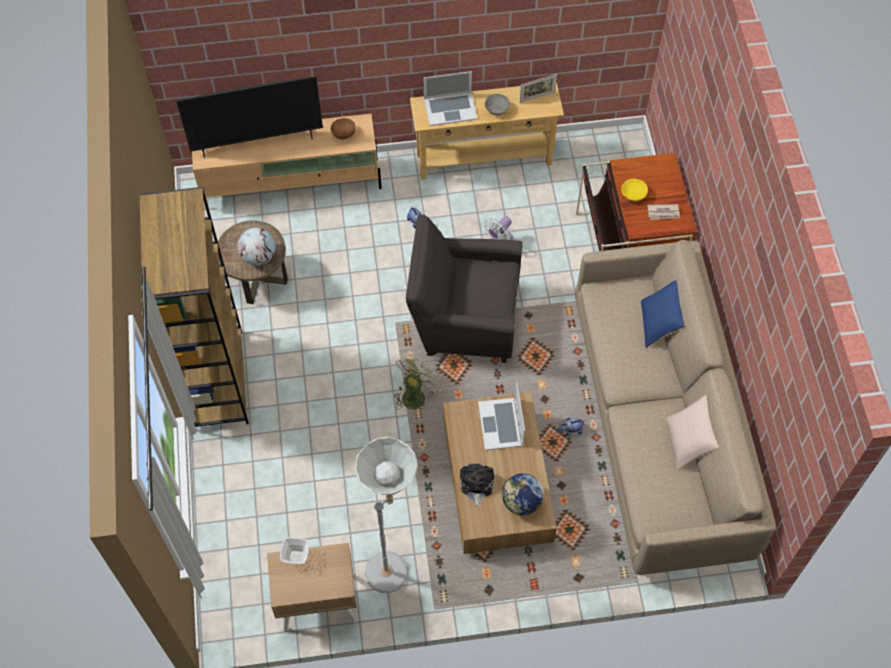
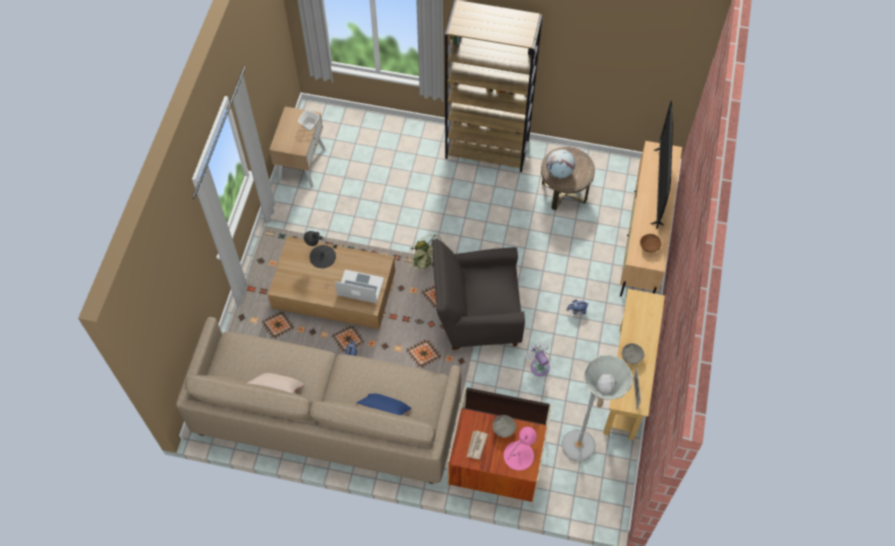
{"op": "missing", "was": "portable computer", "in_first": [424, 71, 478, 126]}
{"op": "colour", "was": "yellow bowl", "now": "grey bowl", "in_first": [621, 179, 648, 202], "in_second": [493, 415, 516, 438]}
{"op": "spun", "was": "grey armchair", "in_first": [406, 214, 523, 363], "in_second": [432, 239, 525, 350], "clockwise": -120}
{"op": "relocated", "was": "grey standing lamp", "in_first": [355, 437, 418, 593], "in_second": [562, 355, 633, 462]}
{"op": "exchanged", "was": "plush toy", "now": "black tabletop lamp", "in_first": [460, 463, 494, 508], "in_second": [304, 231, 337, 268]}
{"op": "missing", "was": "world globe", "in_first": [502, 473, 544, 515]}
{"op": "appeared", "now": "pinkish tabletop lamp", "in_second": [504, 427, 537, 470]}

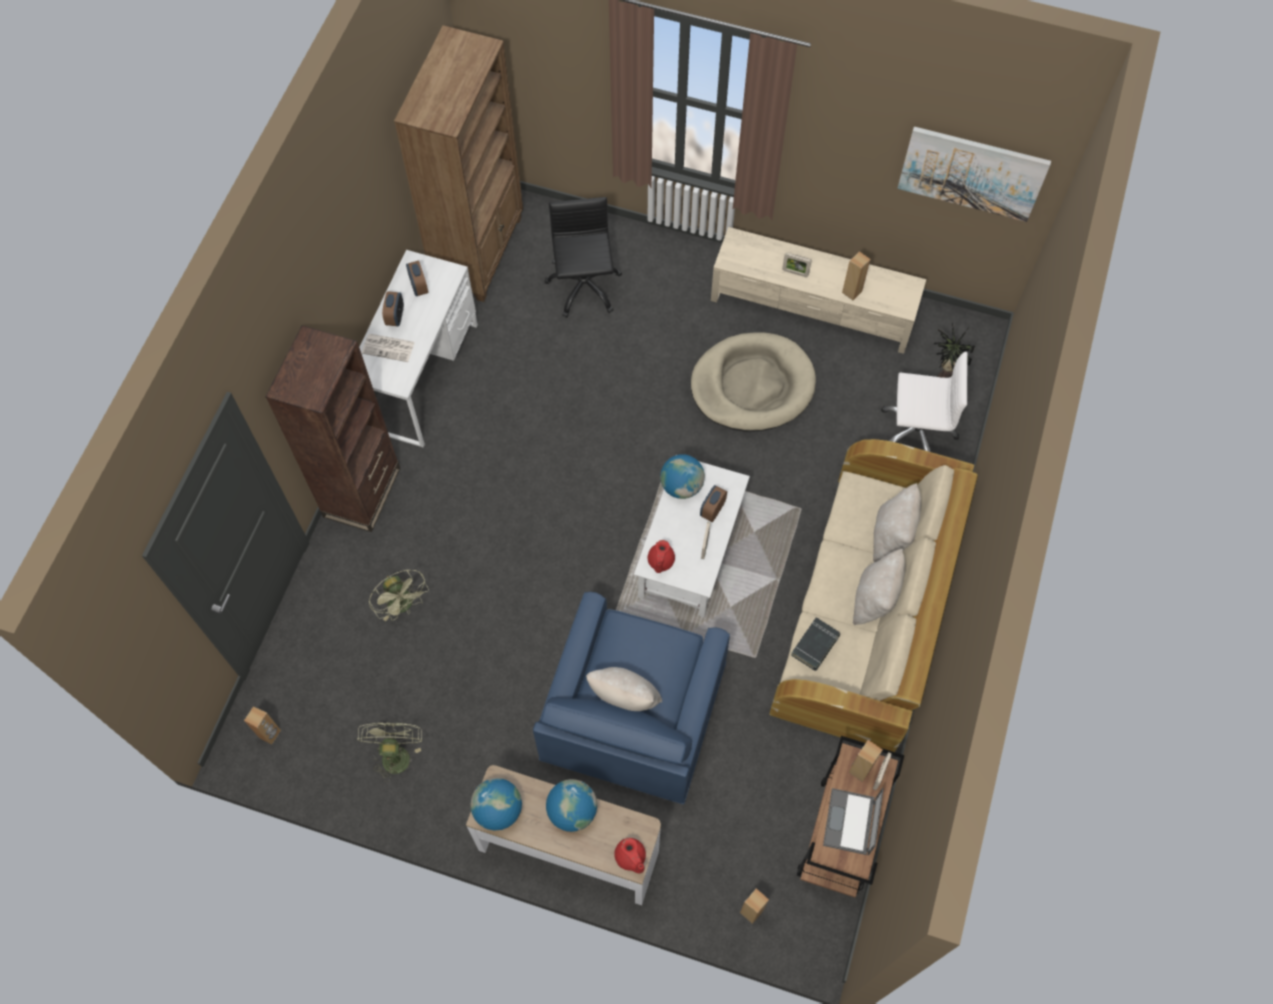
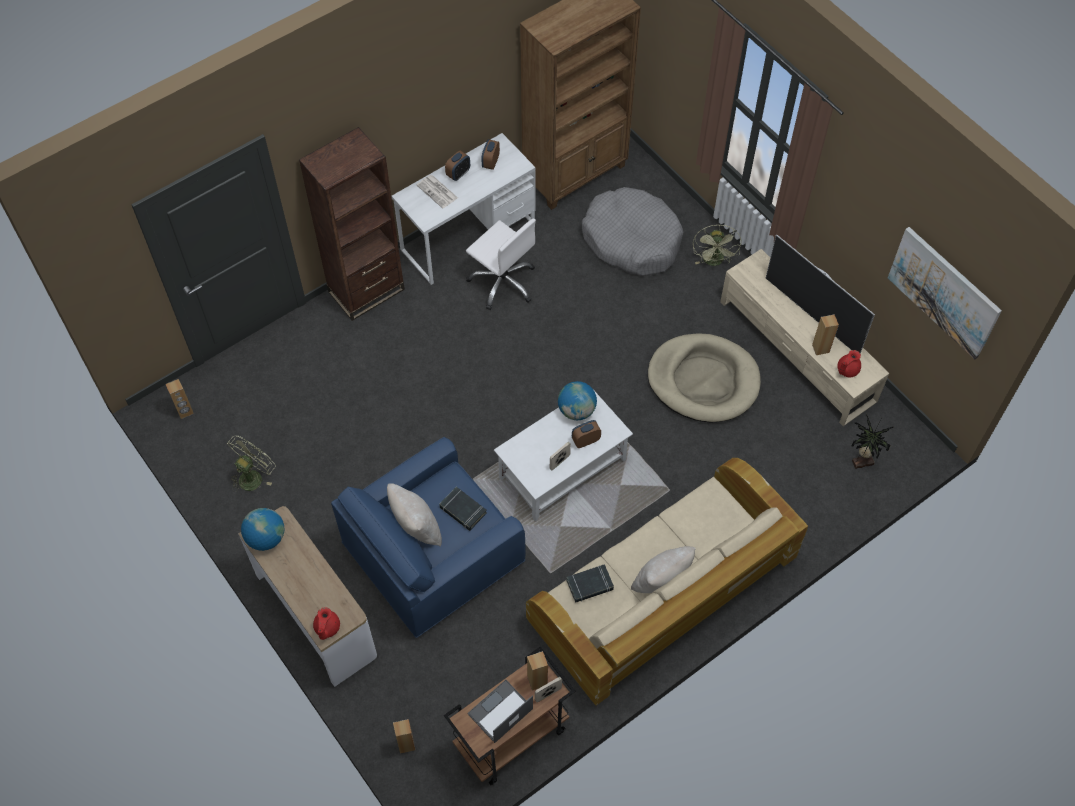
{"op": "exchanged", "was": "black desk chair", "now": "grey dog cushion", "in_first": [544, 197, 622, 318], "in_second": [582, 187, 683, 276]}
{"op": "missing", "was": "picture frame", "in_first": [782, 253, 811, 277]}
{"op": "relocated", "was": "white desk chair", "in_first": [881, 352, 968, 452], "in_second": [466, 219, 536, 310]}
{"op": "missing", "was": "sand-coloured cushion", "in_first": [873, 483, 921, 562]}
{"op": "relocated", "was": "reddish pot for tea", "in_first": [648, 540, 675, 573], "in_second": [837, 350, 861, 377]}
{"op": "relocated", "was": "green fan", "in_first": [369, 569, 429, 621], "in_second": [693, 224, 741, 266]}
{"op": "missing", "was": "world globe", "in_first": [546, 779, 597, 832]}
{"op": "appeared", "now": "television", "in_second": [766, 235, 875, 354]}
{"op": "appeared", "now": "black volume", "in_second": [439, 487, 487, 531]}

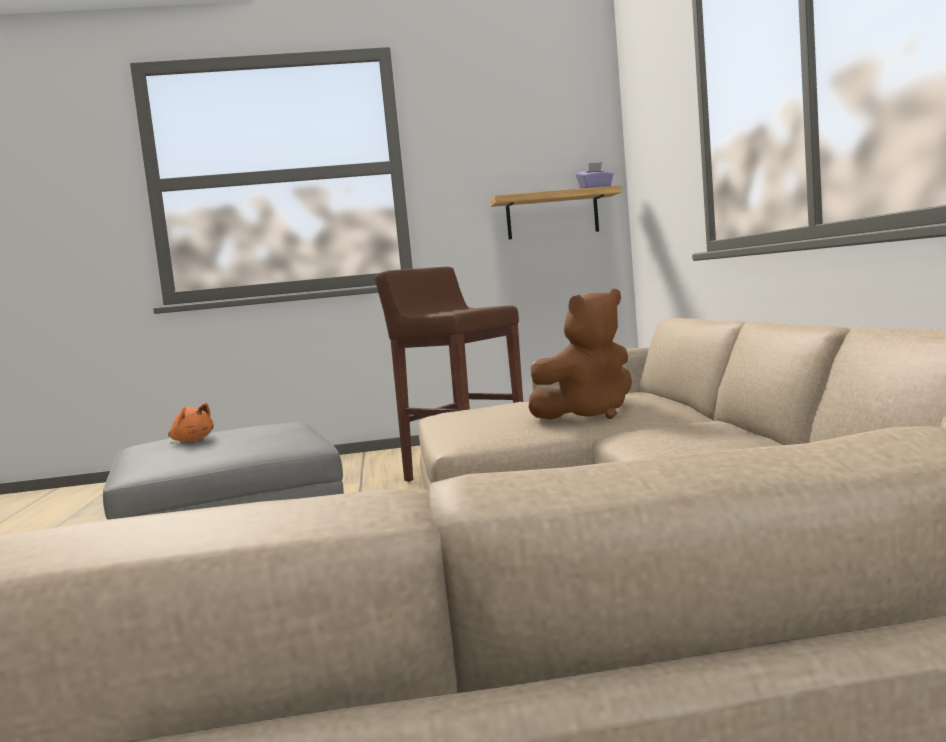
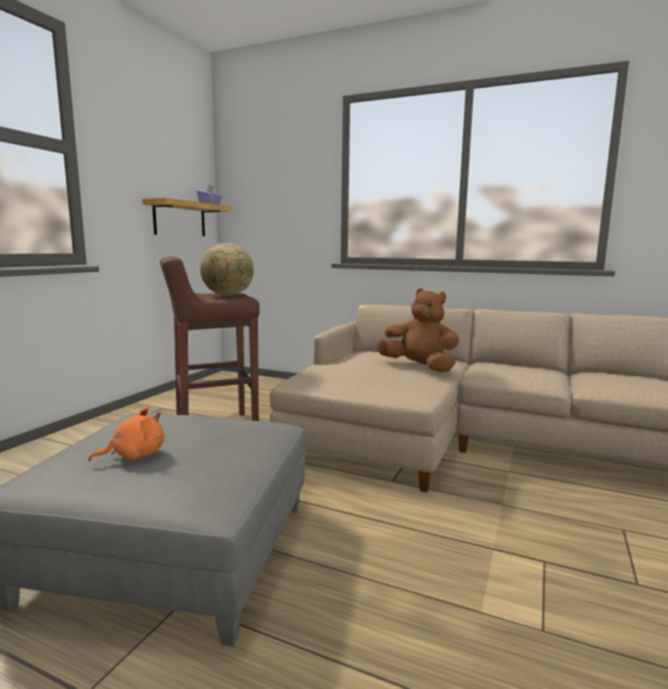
{"op": "spun", "was": "brown plush toy", "in_first": [529, 289, 632, 420], "in_second": [377, 288, 459, 372], "clockwise": -60}
{"op": "appeared", "now": "world globe", "in_second": [200, 243, 254, 296]}

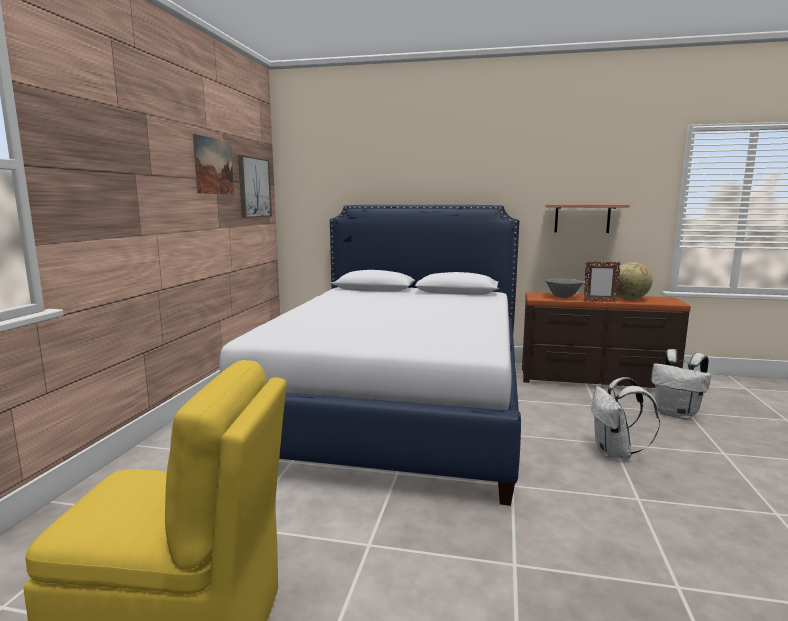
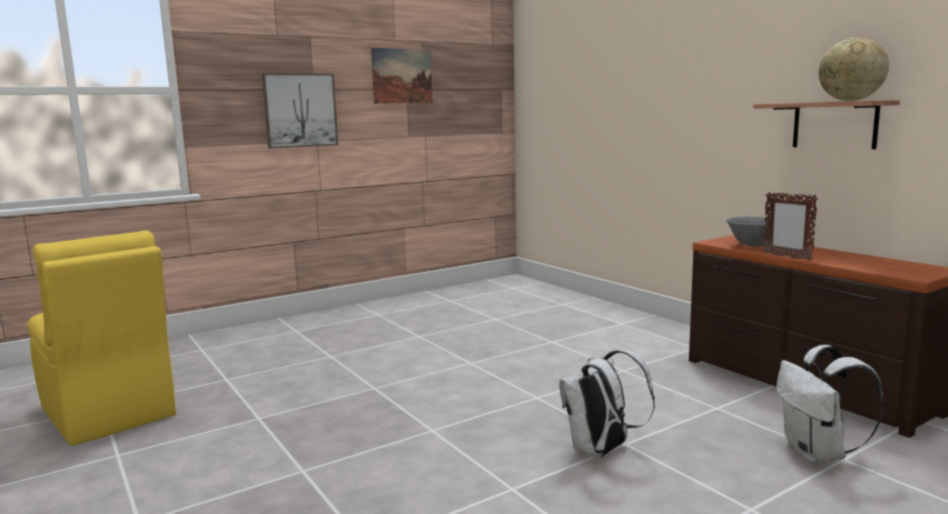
{"op": "relocated", "was": "picture", "in_first": [238, 155, 272, 218], "in_second": [262, 73, 338, 148]}
{"op": "missing", "was": "bedroom bed", "in_first": [219, 205, 521, 506]}
{"op": "relocated", "was": "world globe", "in_first": [614, 262, 653, 300], "in_second": [819, 37, 889, 101]}

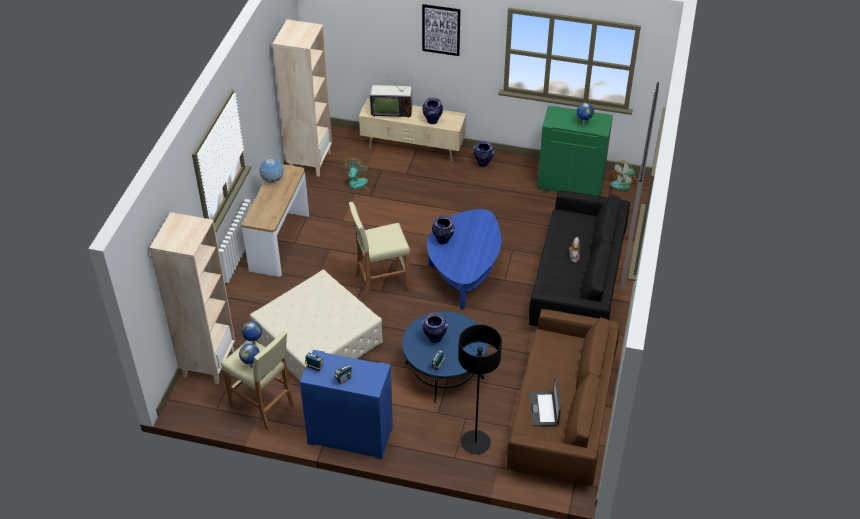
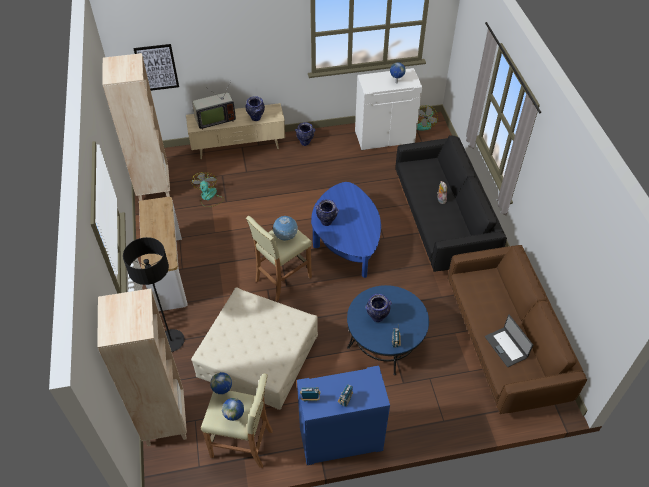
{"op": "relocated", "was": "picture", "in_first": [422, 4, 460, 56], "in_second": [133, 44, 179, 91]}
{"op": "colour", "was": "green cupboard", "now": "white cupboard", "in_first": [537, 105, 613, 196], "in_second": [355, 68, 422, 150]}
{"op": "relocated", "was": "world globe", "in_first": [260, 158, 284, 182], "in_second": [273, 216, 298, 241]}
{"op": "relocated", "was": "black standing lamp", "in_first": [458, 325, 502, 454], "in_second": [123, 237, 185, 352]}

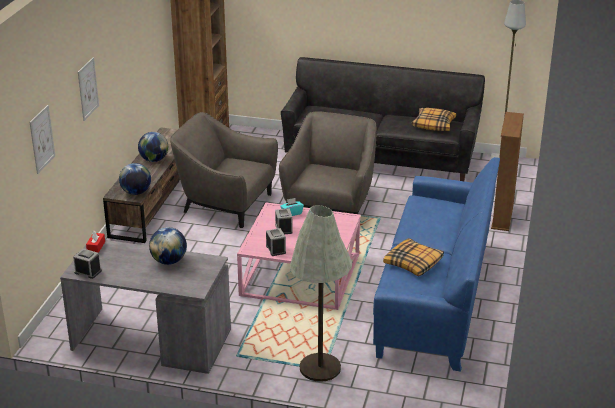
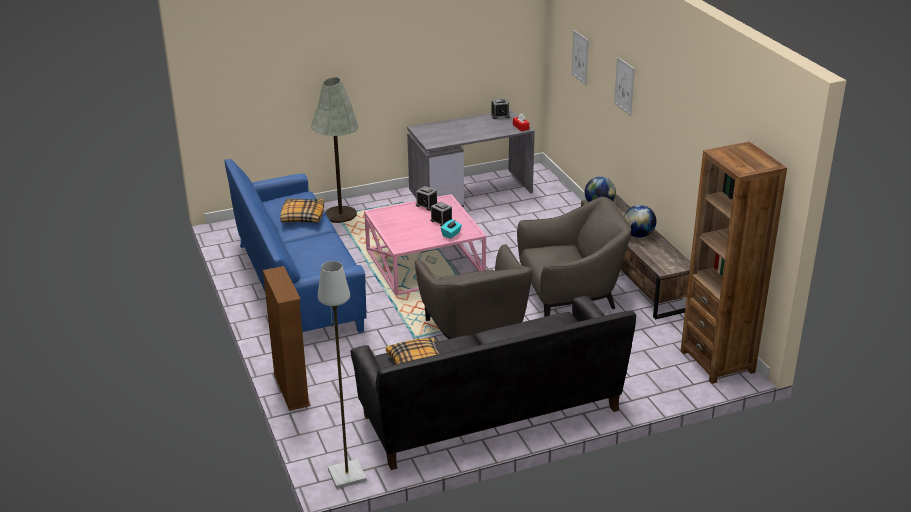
{"op": "missing", "was": "world globe", "in_first": [149, 227, 187, 265]}

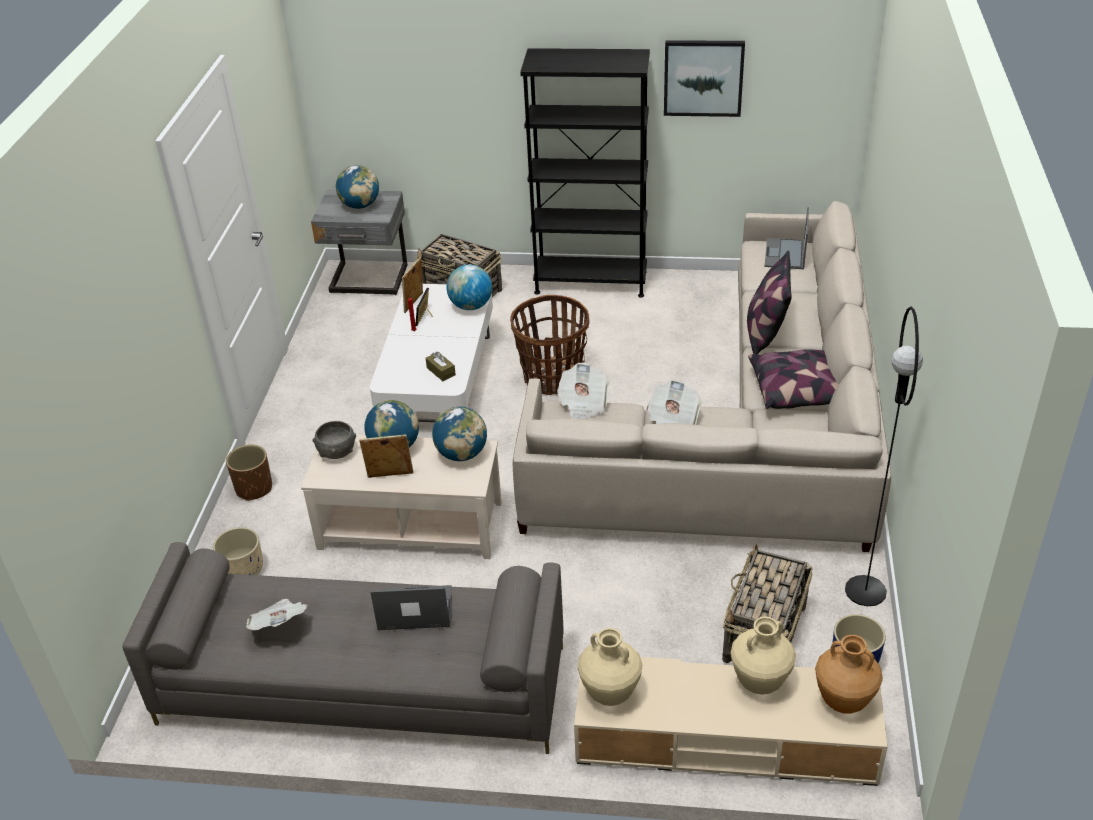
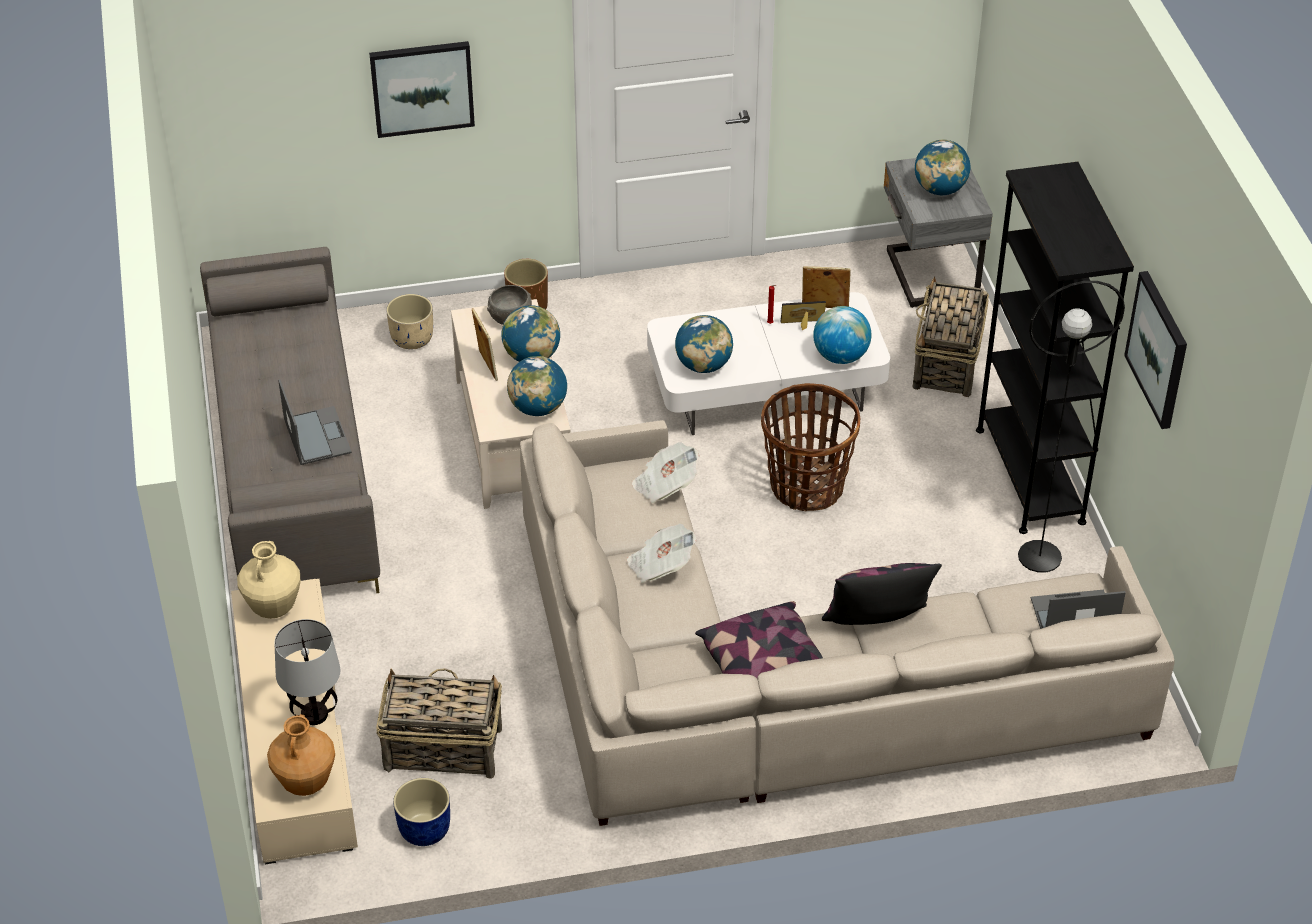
{"op": "relocated", "was": "black standing lamp", "in_first": [845, 306, 923, 606], "in_second": [1018, 281, 1125, 572]}
{"op": "exchanged", "was": "brown tissue holder", "now": "world globe", "in_first": [426, 352, 456, 381], "in_second": [675, 315, 733, 373]}
{"op": "missing", "was": "newspaper", "in_first": [246, 599, 308, 630]}
{"op": "exchanged", "was": "sand-coloured vase", "now": "tabletop lamp", "in_first": [730, 616, 796, 695], "in_second": [274, 619, 340, 725]}
{"op": "appeared", "now": "picture", "in_second": [369, 41, 475, 138]}

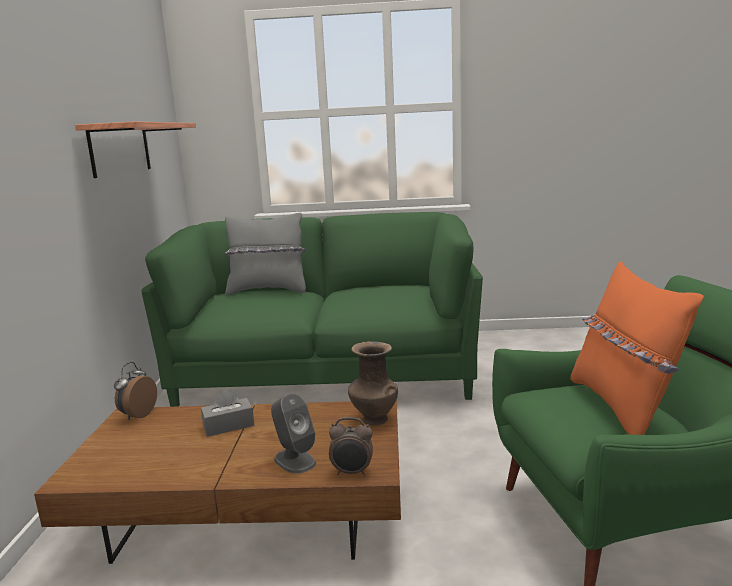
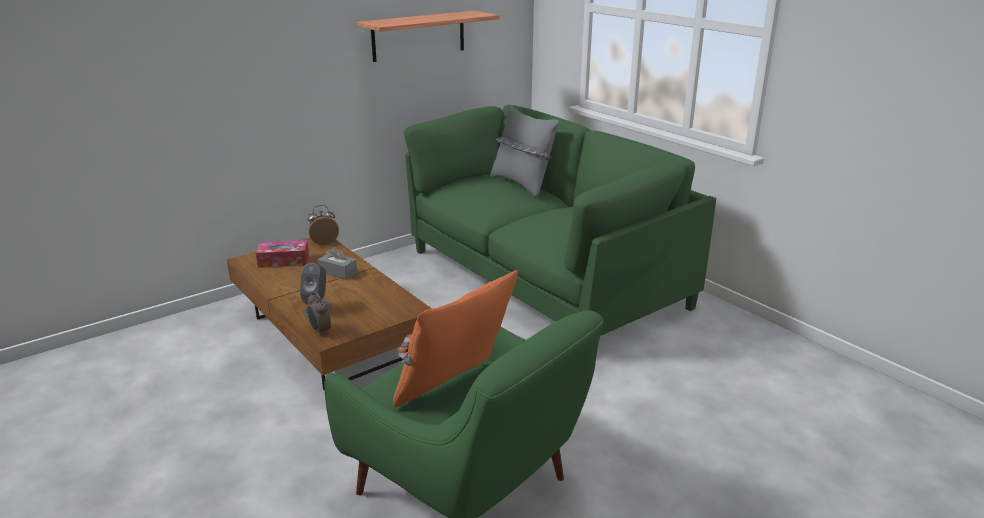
{"op": "missing", "was": "brown vase", "in_first": [348, 341, 398, 426]}
{"op": "appeared", "now": "tissue holder", "in_second": [256, 240, 309, 268]}

